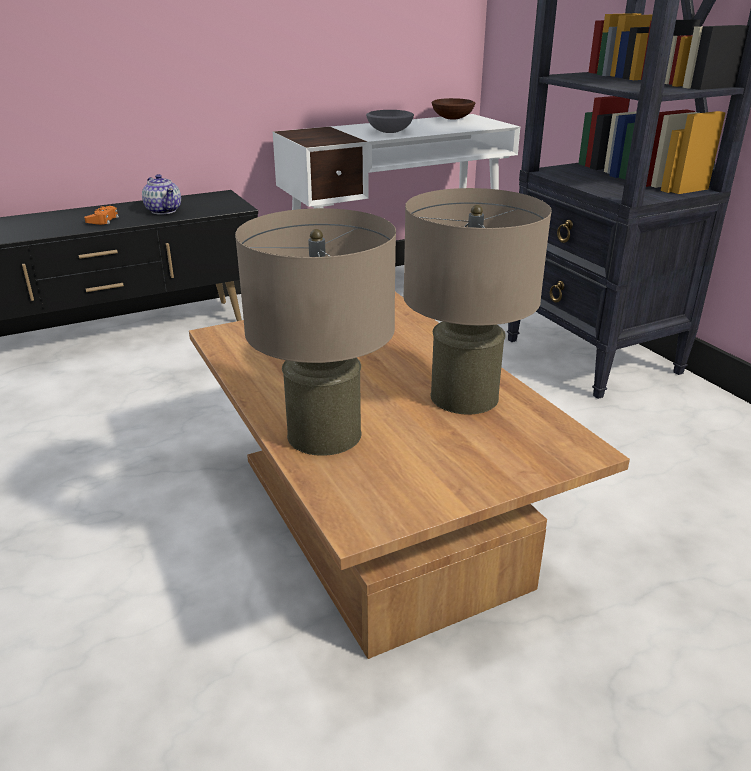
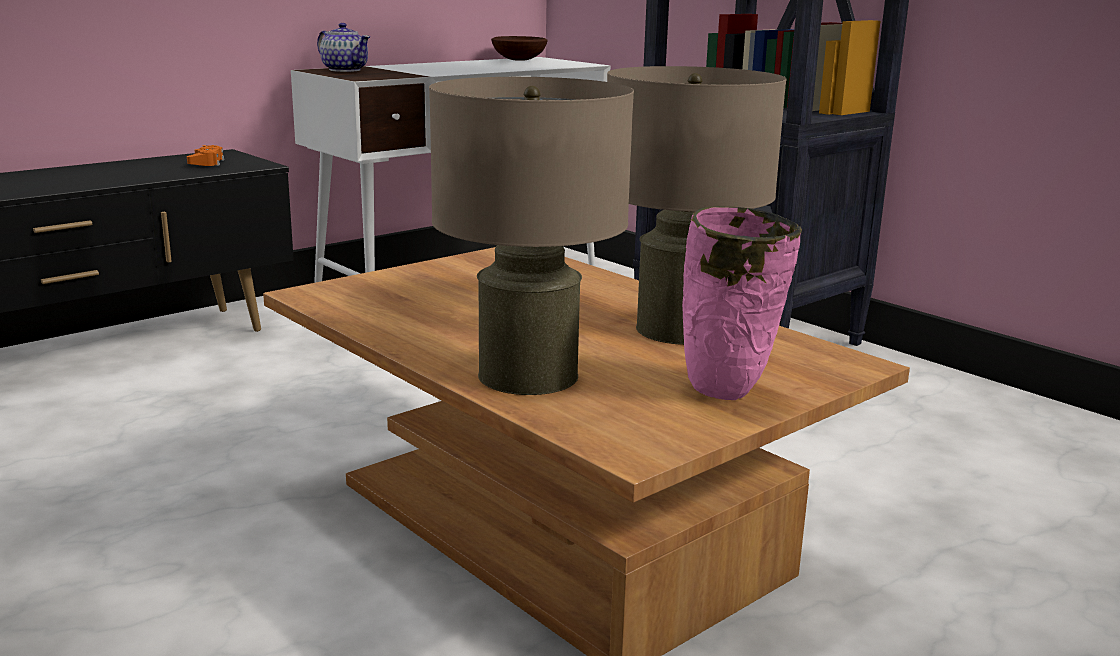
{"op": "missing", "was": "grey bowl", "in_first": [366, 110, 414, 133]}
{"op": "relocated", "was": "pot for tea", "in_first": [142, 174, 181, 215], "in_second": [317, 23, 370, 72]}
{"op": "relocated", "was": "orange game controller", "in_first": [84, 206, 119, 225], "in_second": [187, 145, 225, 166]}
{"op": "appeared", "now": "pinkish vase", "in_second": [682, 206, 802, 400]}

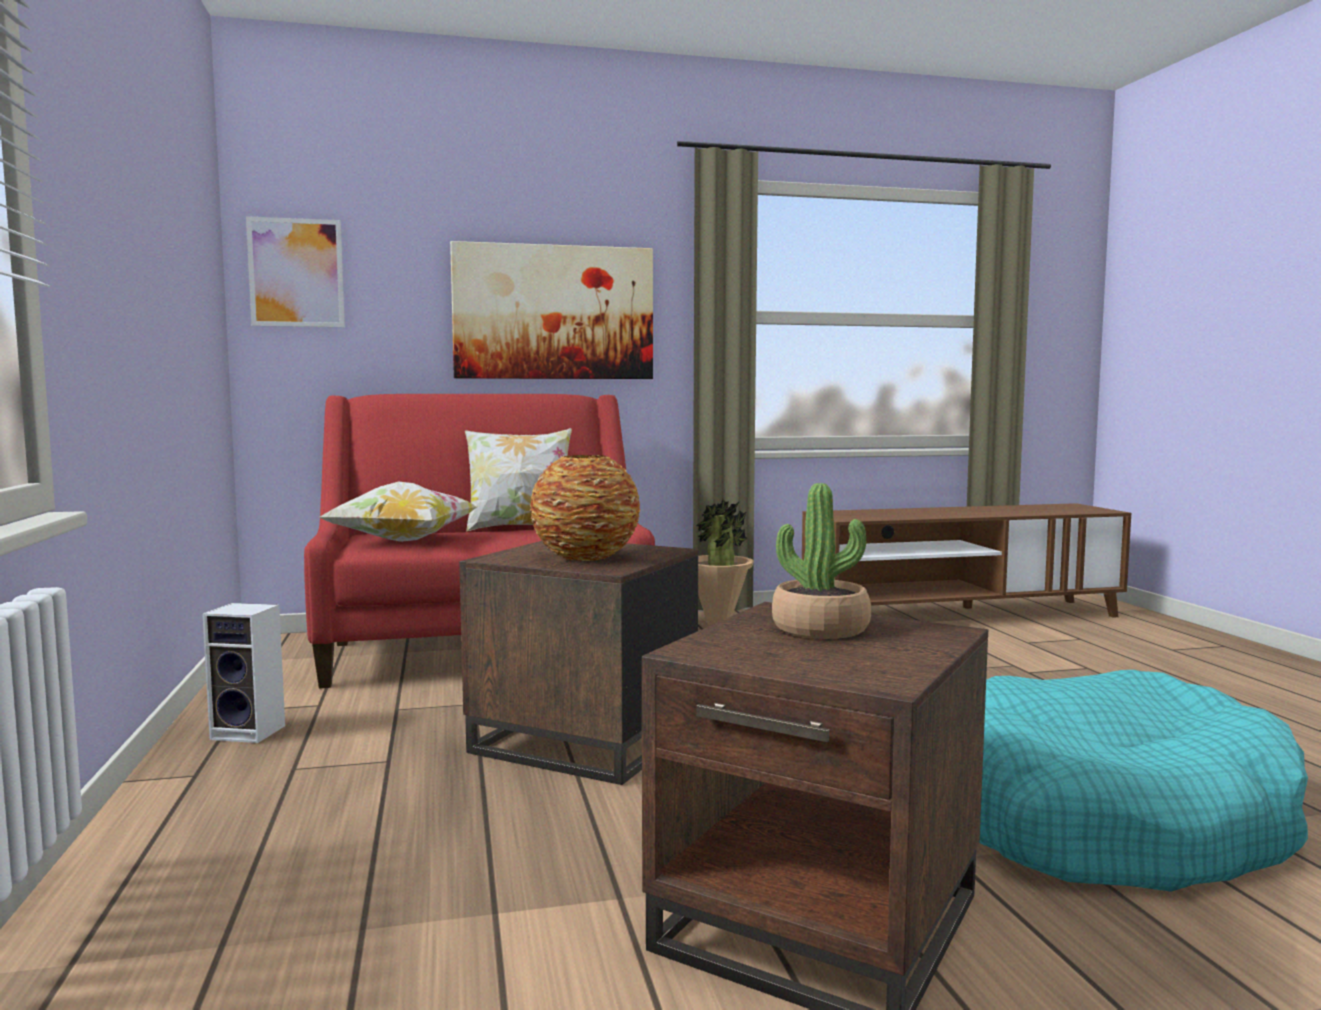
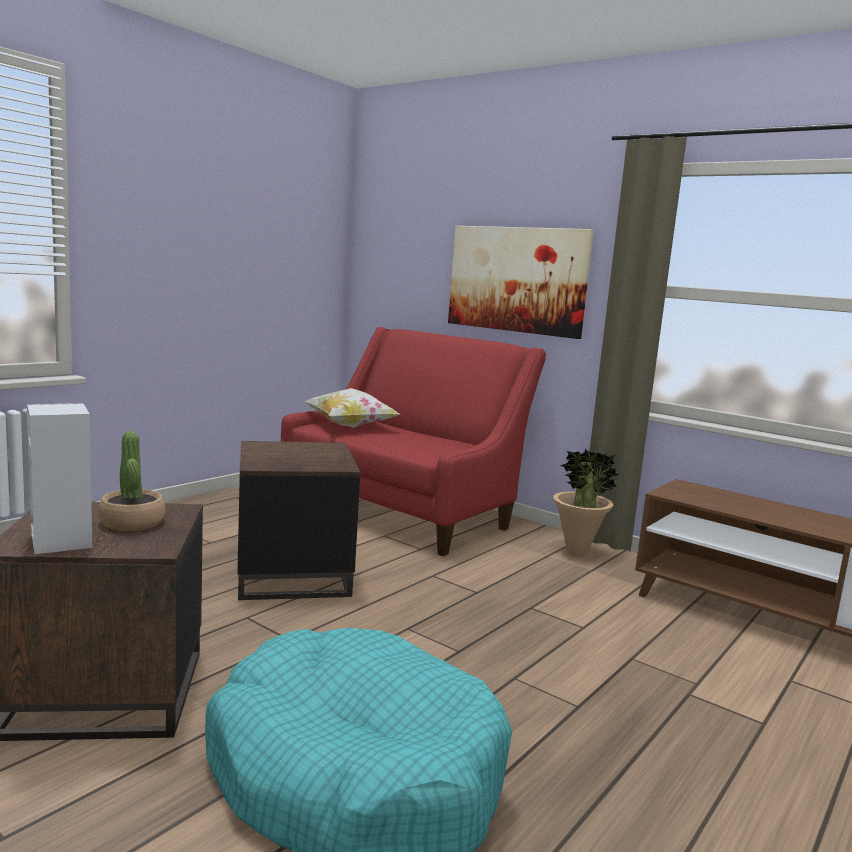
{"op": "missing", "was": "picture", "in_first": [246, 216, 345, 327]}
{"op": "missing", "was": "cushion", "in_first": [465, 428, 572, 532]}
{"op": "missing", "was": "vase", "in_first": [530, 455, 640, 561]}
{"op": "relocated", "was": "audio speaker", "in_first": [202, 603, 285, 743], "in_second": [27, 403, 92, 554]}

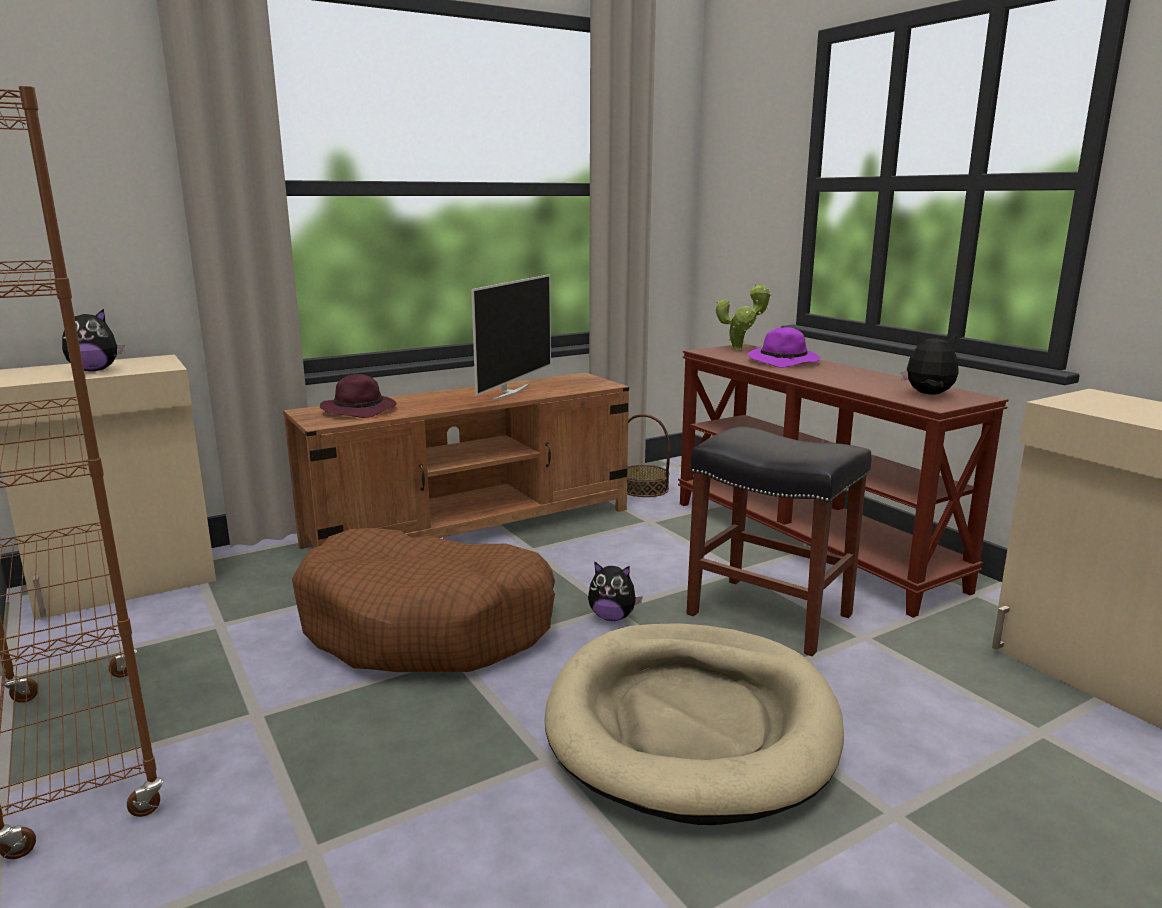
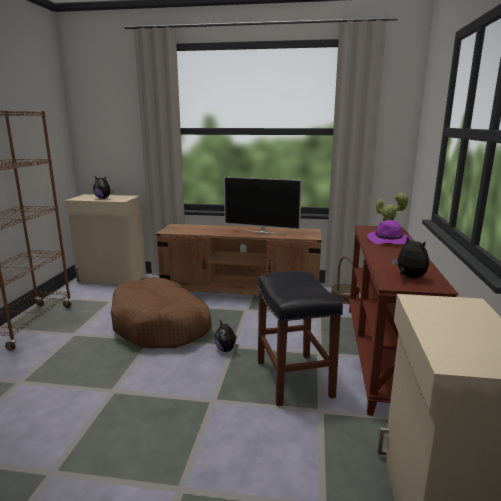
{"op": "spun", "was": "television", "in_first": [471, 274, 551, 401], "in_second": [224, 177, 302, 234], "clockwise": 45}
{"op": "missing", "was": "purple-coloured clothing hat", "in_first": [320, 374, 397, 418]}
{"op": "missing", "was": "sand-coloured dog cushion", "in_first": [544, 623, 844, 825]}

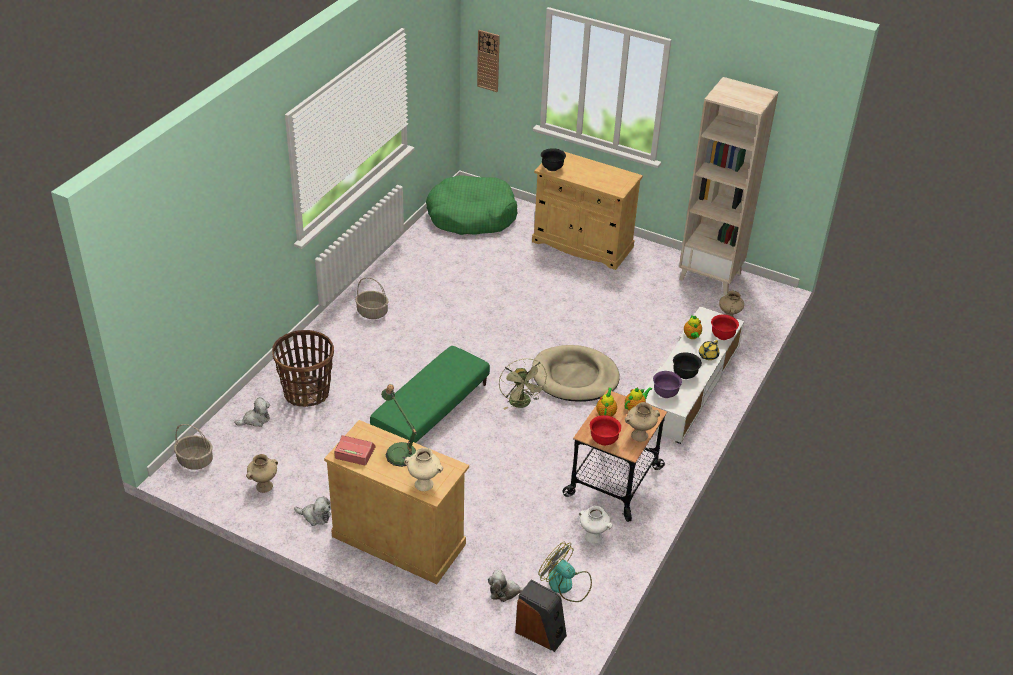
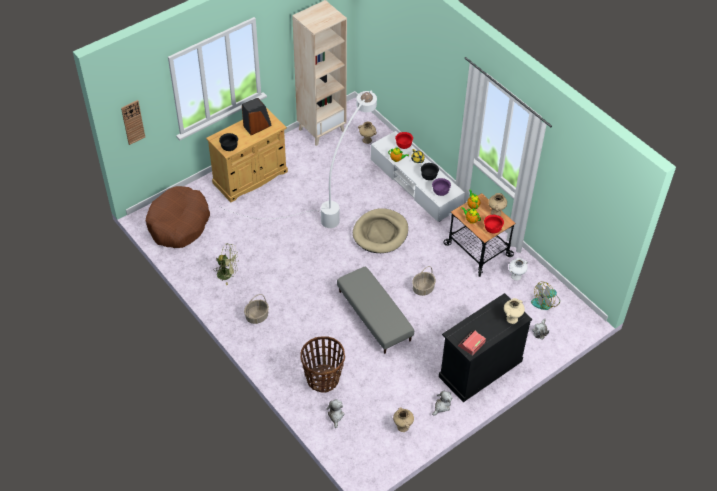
{"op": "colour", "was": "green dog cushion", "now": "brown dog cushion", "in_first": [426, 175, 517, 235], "in_second": [146, 186, 210, 248]}
{"op": "colour", "was": "green pouffe", "now": "grey pouffe", "in_first": [370, 346, 490, 443], "in_second": [337, 267, 414, 354]}
{"op": "relocated", "was": "green fan", "in_first": [499, 358, 548, 410], "in_second": [215, 243, 239, 285]}
{"op": "missing", "was": "tabletop lamp", "in_first": [381, 384, 417, 467]}
{"op": "colour", "was": "sand-coloured cupboard", "now": "black cupboard", "in_first": [324, 420, 469, 584], "in_second": [439, 293, 532, 402]}
{"op": "relocated", "was": "storage basket", "in_first": [174, 424, 213, 470], "in_second": [412, 266, 436, 296]}
{"op": "relocated", "was": "audio speaker", "in_first": [515, 580, 567, 652], "in_second": [242, 98, 272, 135]}
{"op": "appeared", "now": "white standing lamp", "in_second": [219, 91, 377, 228]}

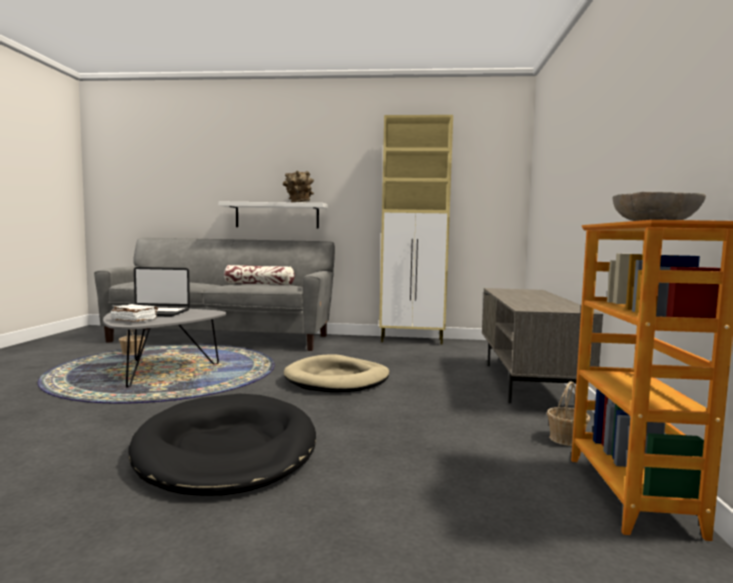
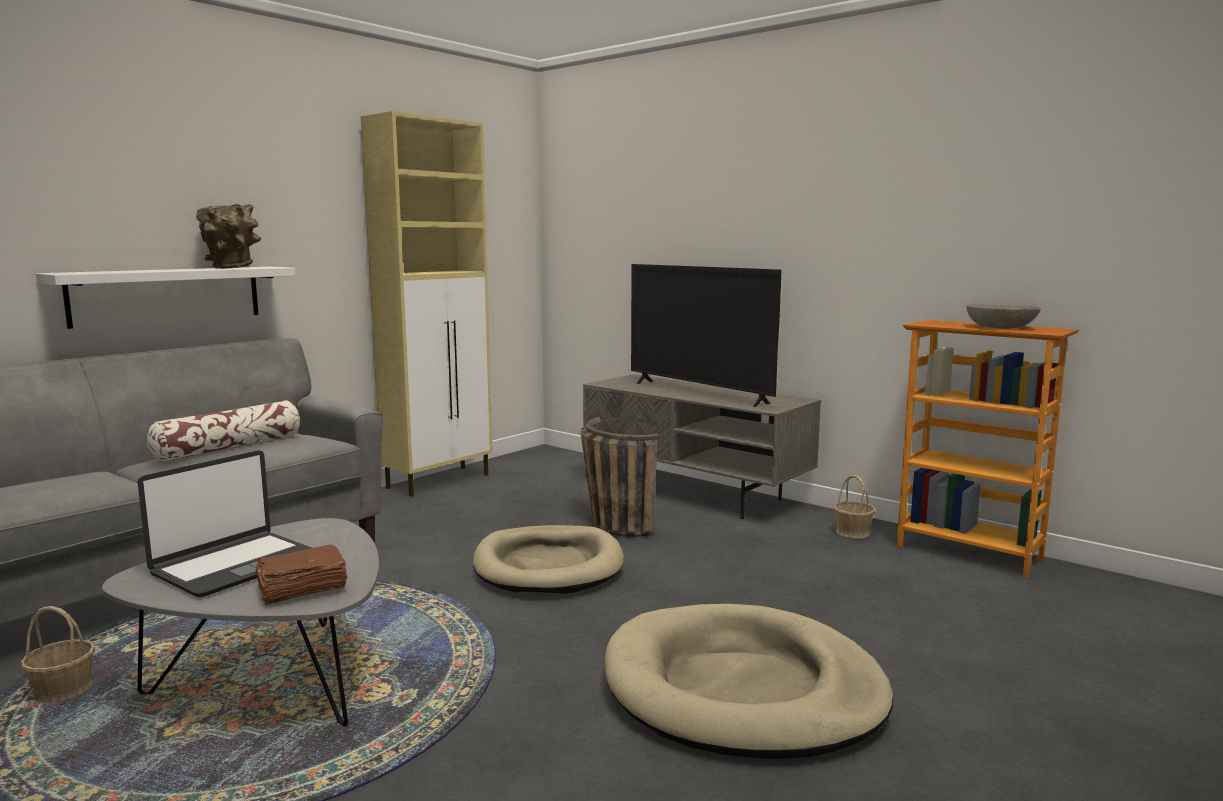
{"op": "colour", "was": "white volume", "now": "brown volume", "in_first": [111, 304, 158, 322], "in_second": [255, 545, 347, 605]}
{"op": "colour", "was": "black dog cushion", "now": "sand-coloured dog cushion", "in_first": [129, 394, 316, 496], "in_second": [605, 604, 893, 759]}
{"op": "appeared", "now": "television", "in_second": [631, 264, 782, 407]}
{"op": "appeared", "now": "storage basket", "in_second": [580, 417, 669, 537]}

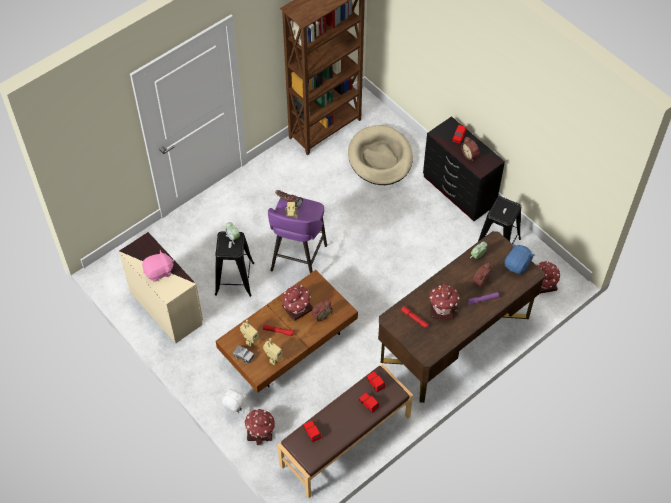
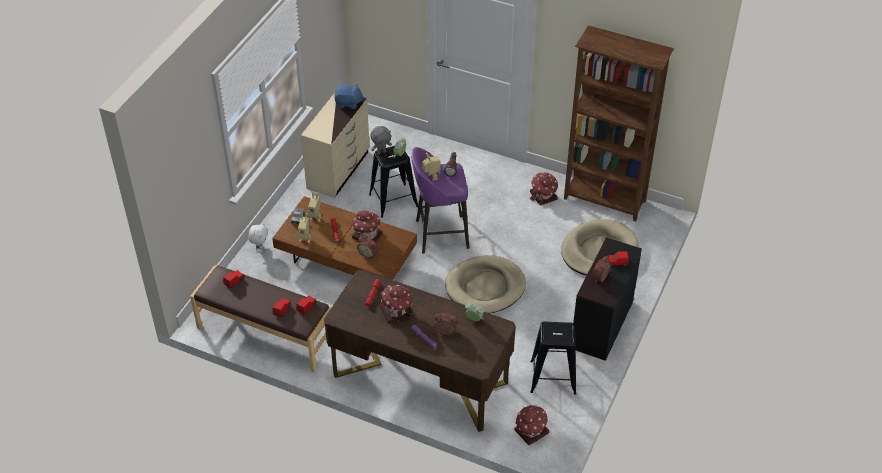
{"op": "relocated", "was": "bluish plush toy", "in_first": [504, 244, 535, 275], "in_second": [334, 84, 364, 109]}
{"op": "missing", "was": "pinkish plush toy", "in_first": [142, 250, 174, 282]}
{"op": "relocated", "was": "model house", "in_first": [244, 409, 275, 445], "in_second": [530, 172, 558, 206]}
{"op": "appeared", "now": "grey plush toy", "in_second": [370, 126, 392, 154]}
{"op": "appeared", "now": "sand-coloured dog cushion", "in_second": [445, 255, 526, 314]}

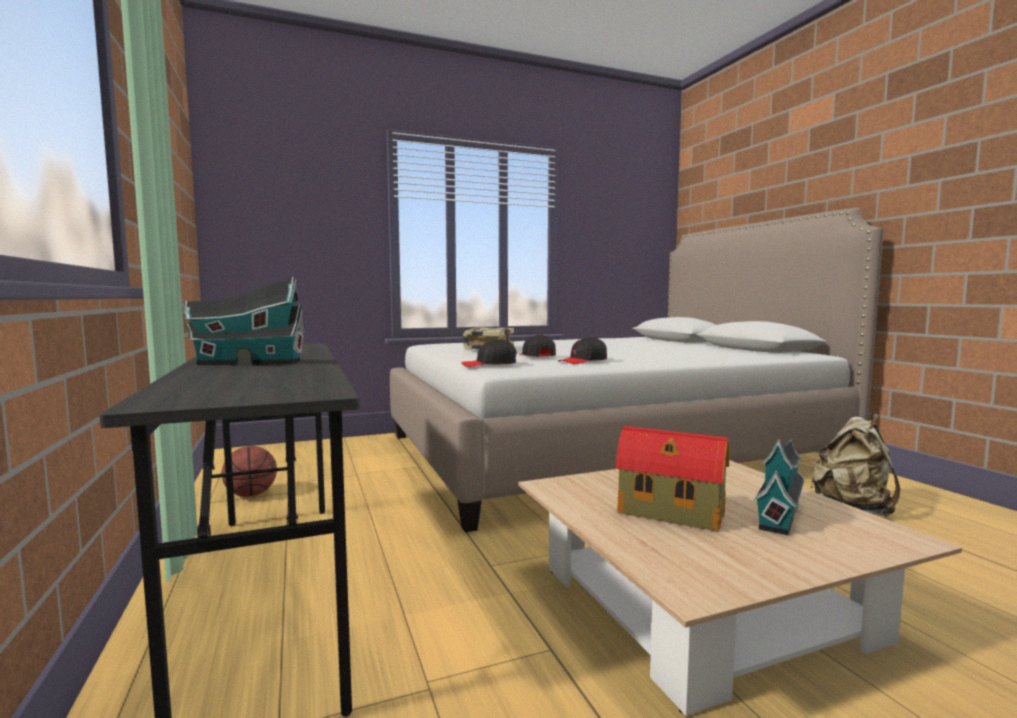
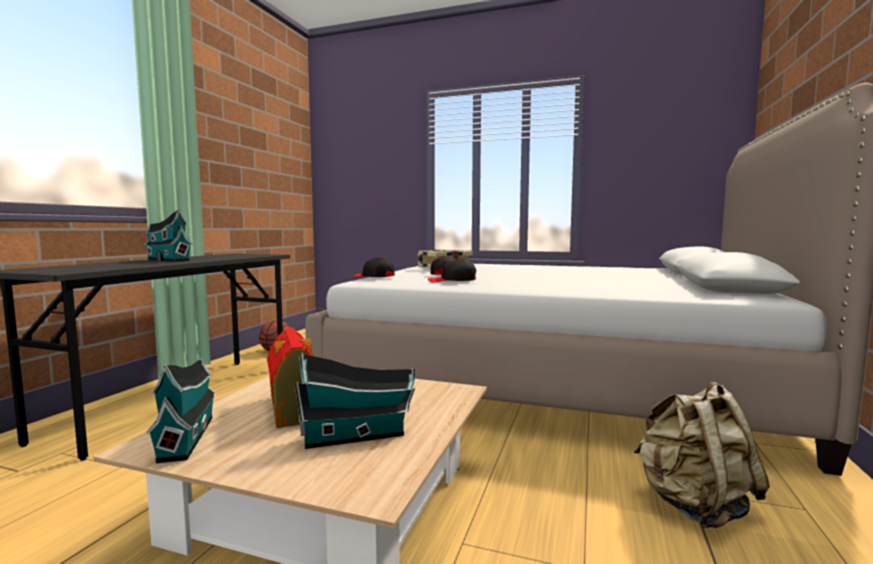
{"op": "appeared", "now": "model house", "in_second": [146, 357, 217, 463]}

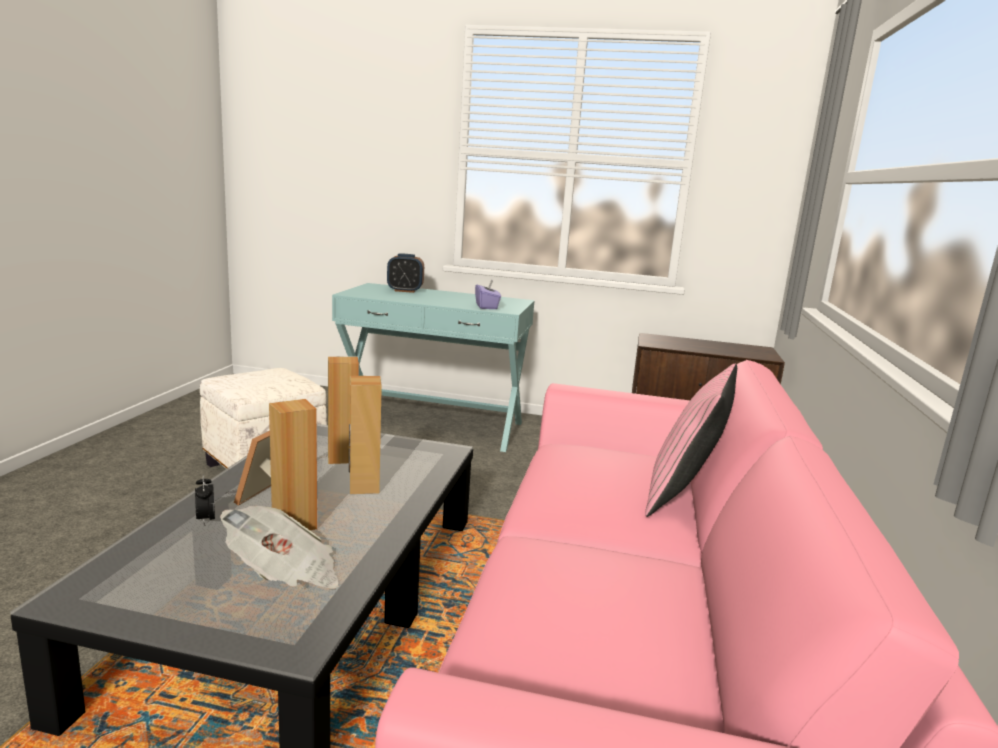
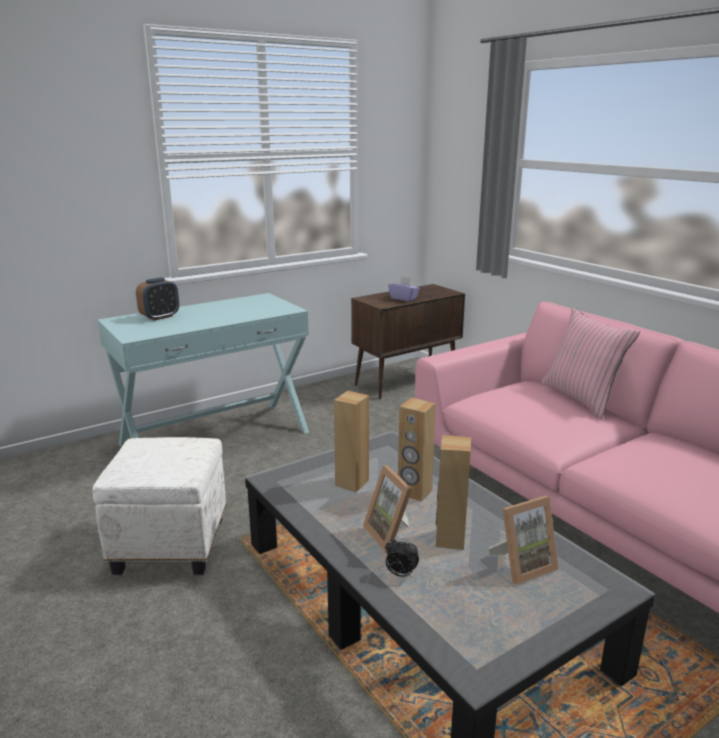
{"op": "relocated", "was": "purple-coloured tissue holder", "in_first": [475, 280, 501, 309], "in_second": [388, 277, 420, 302]}
{"op": "exchanged", "was": "newspaper", "now": "picture frame", "in_first": [220, 506, 339, 589], "in_second": [488, 495, 559, 585]}

